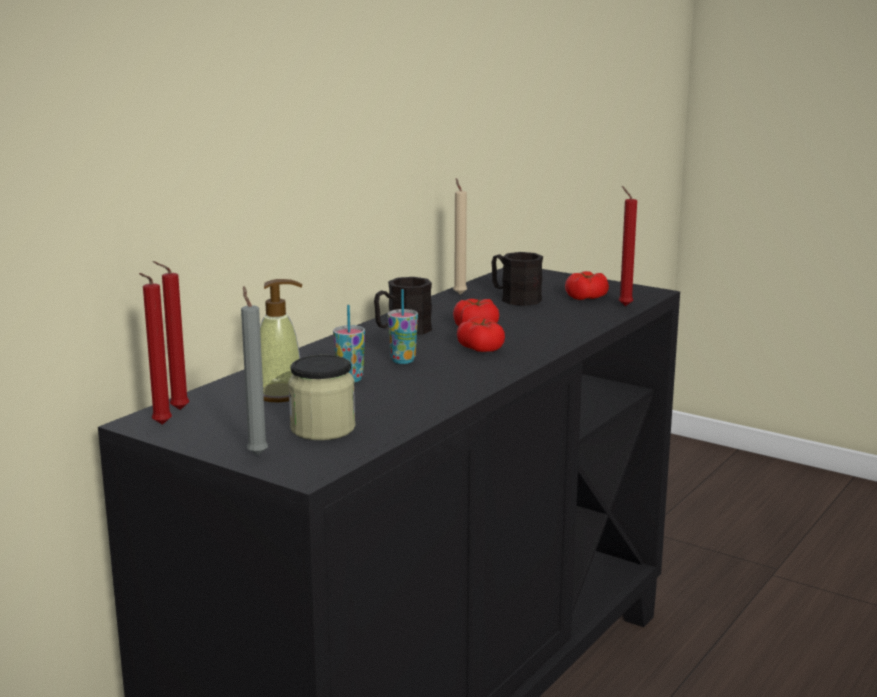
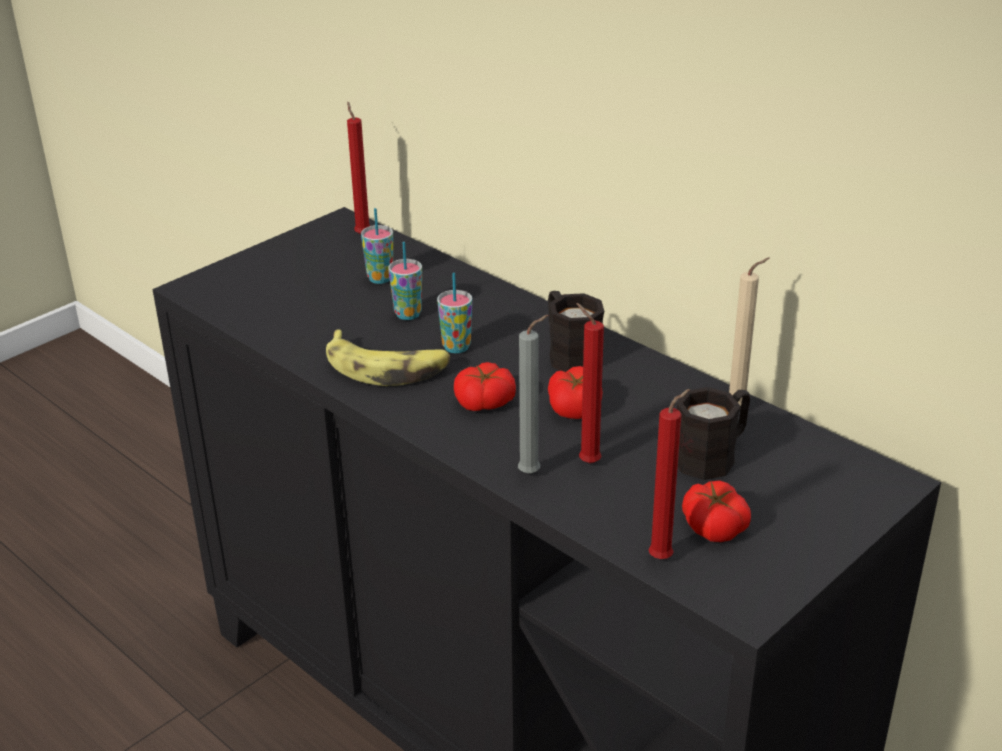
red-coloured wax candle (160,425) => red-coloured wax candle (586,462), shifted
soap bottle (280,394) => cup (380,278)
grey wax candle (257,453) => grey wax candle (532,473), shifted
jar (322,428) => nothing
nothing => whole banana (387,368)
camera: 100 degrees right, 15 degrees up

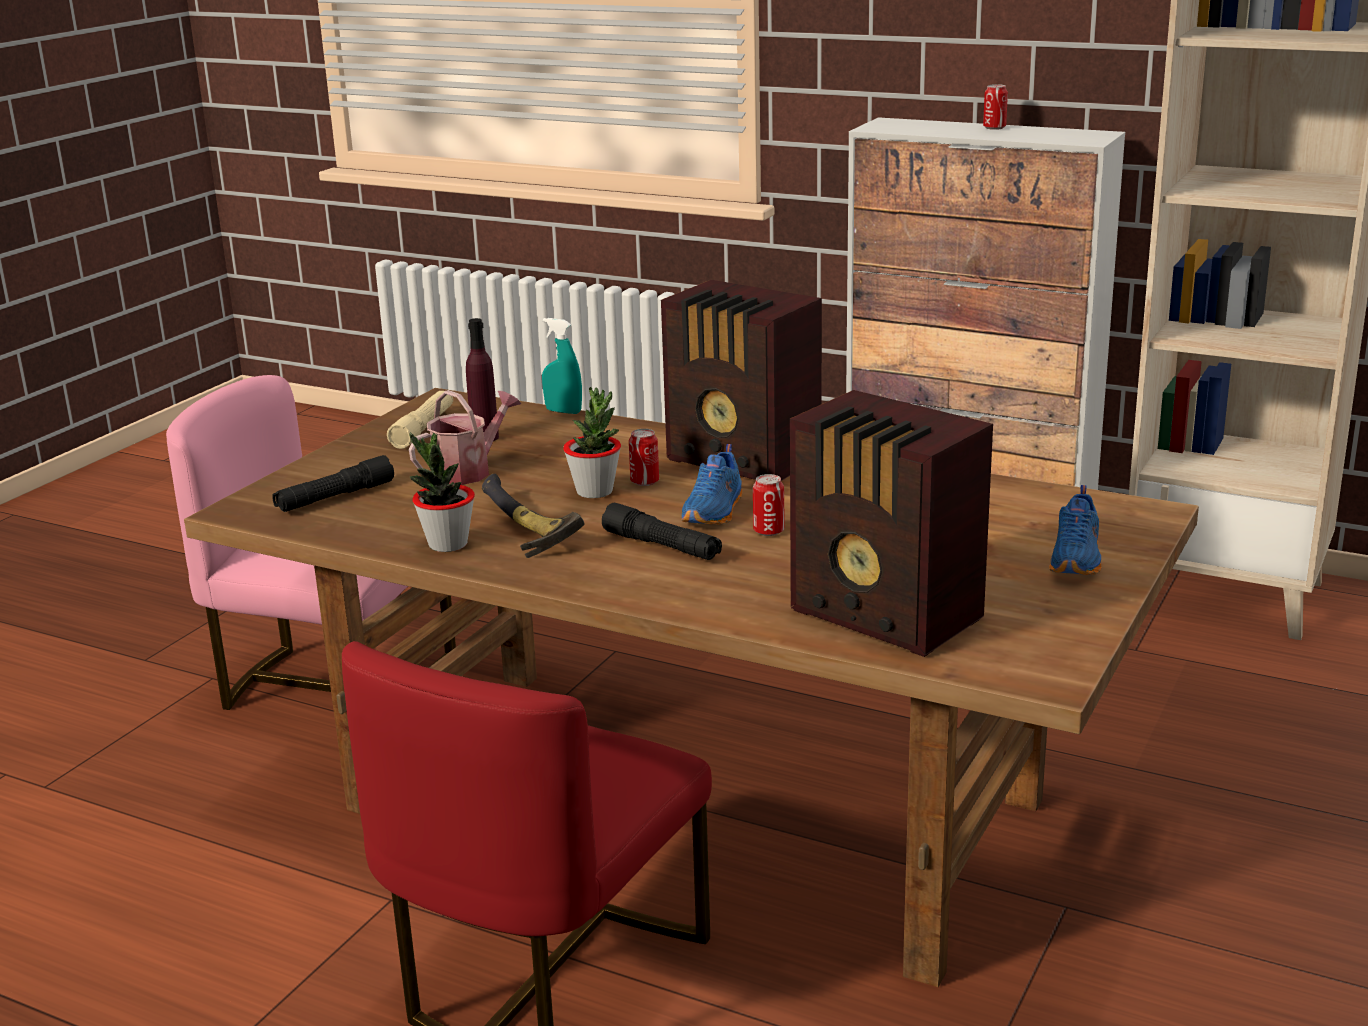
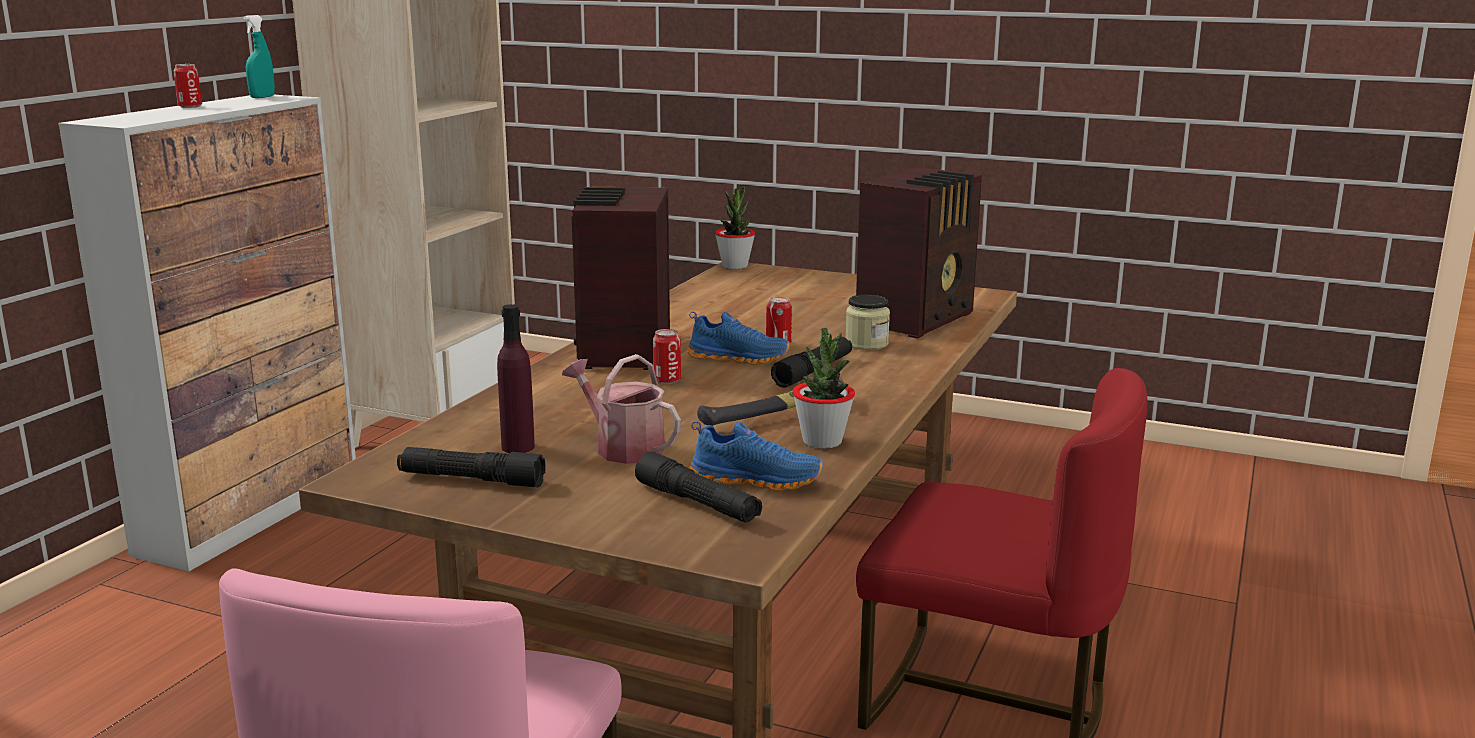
radio set (744,461) => radio set (622,351), 150 degrees clockwise
blue-green sprayer (563,411) => blue-green sprayer (262,97), shifted
plant in a pot (595,491) => plant in a pot (735,266), shifted
beige-coloured flashlight (423,429) => blackish flashlight (471,480)
blue-coloured shoe (1077,559) => blue-coloured shoe (756,480), shifted
nothing => jar (866,344)
camera: 95 degrees left, 5 degrees down

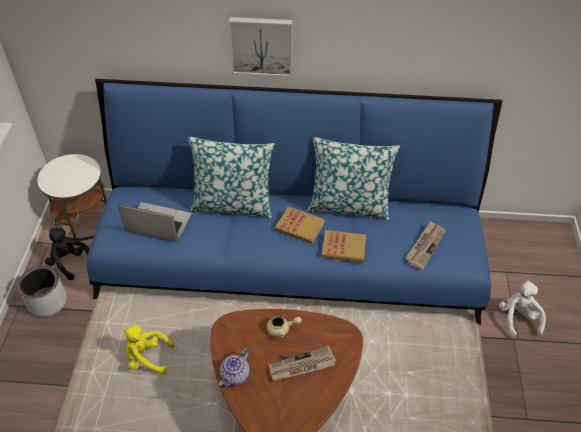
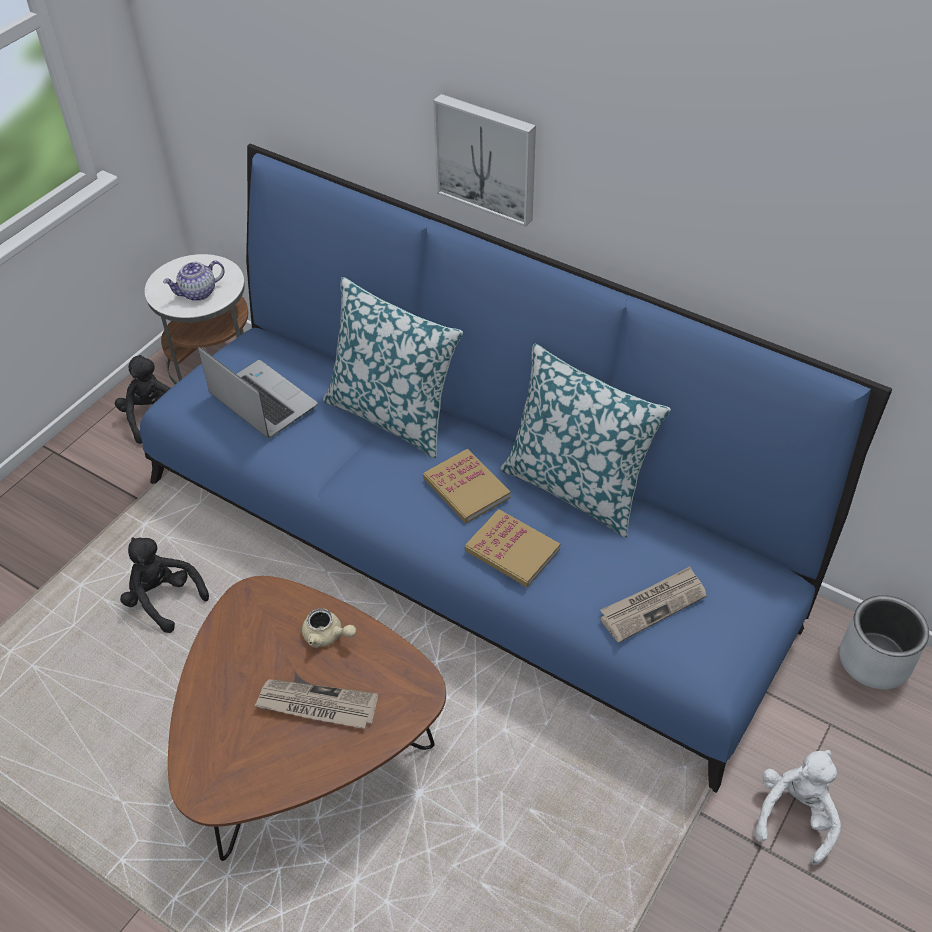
grey plant pot (48,301) => grey plant pot (875,660), shifted
yellow-coloured plush toy (147,358) => blackish plush toy (163,599)
pot for tea (235,376) => pot for tea (198,293), shifted
camera: 30 degrees right, 0 degrees up

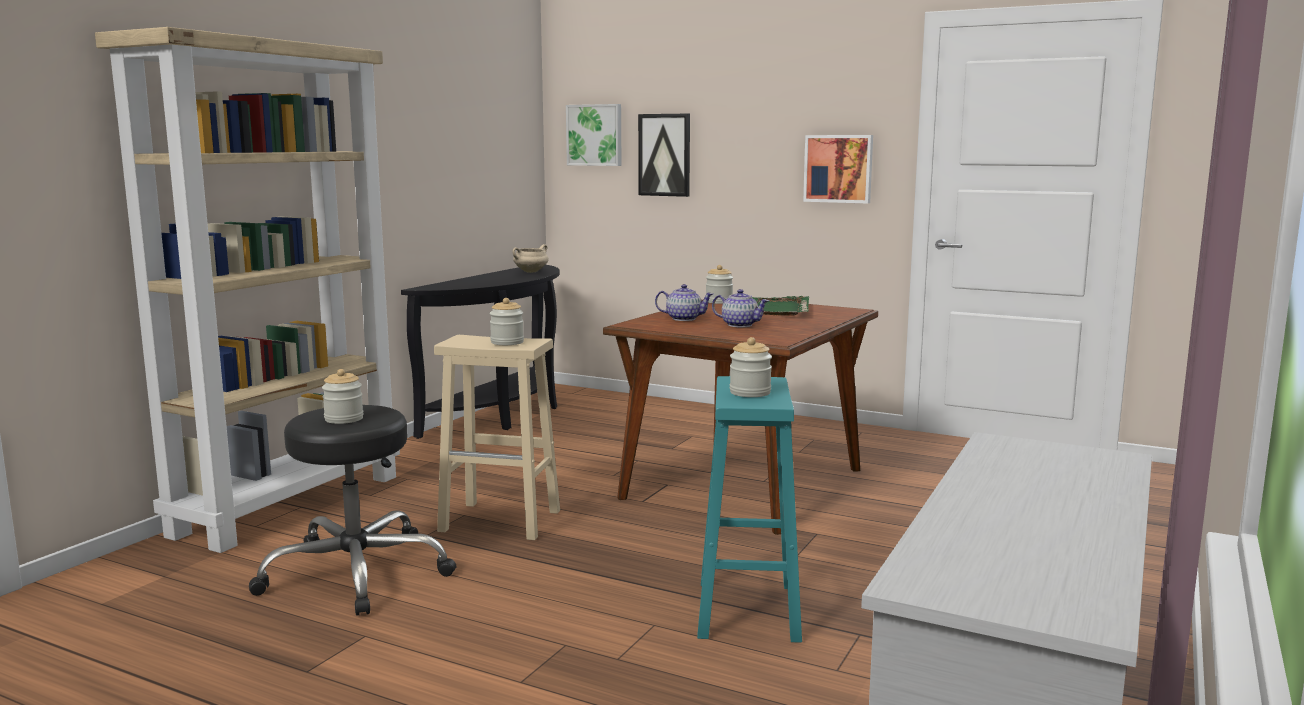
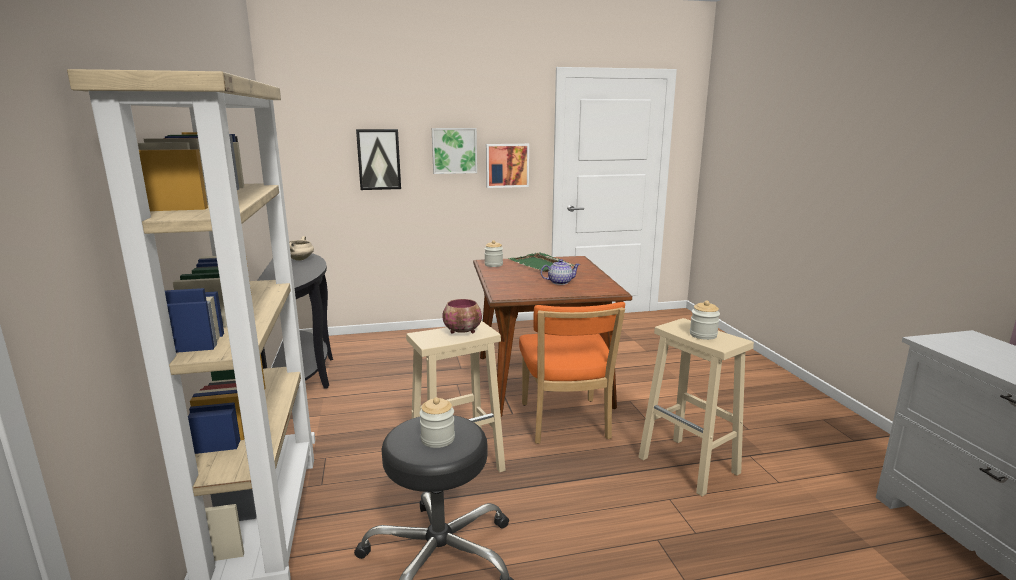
picture (595,135) => picture (454,150), shifted
pot for tea (683,318) => nothing
jar (507,342) => serving bowl (463,332)
blue-green sitting stool (748,611) => beige-coloured sitting stool (690,466)
nothing => orange upright chair (565,423)
camera: 40 degrees left, 5 degrees up

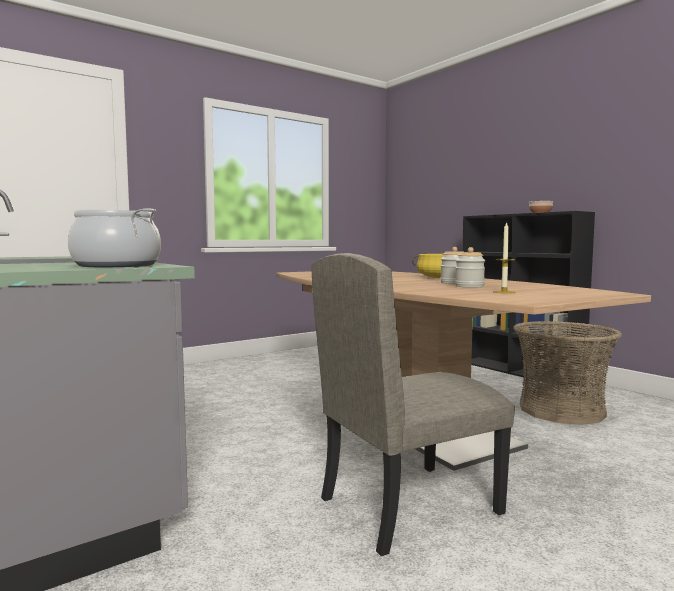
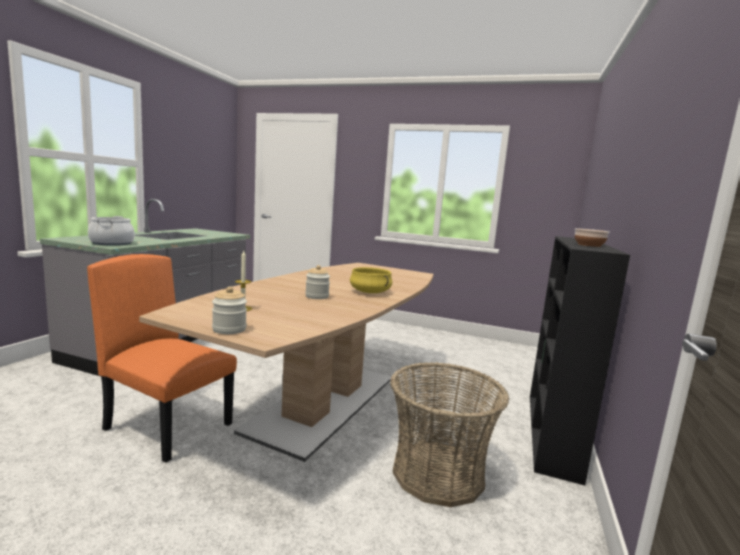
jar (469,286) => jar (229,329), shifted
beige-coloured upright chair (408,505) => orange upright chair (169,426)
camera: 55 degrees right, 5 degrees up

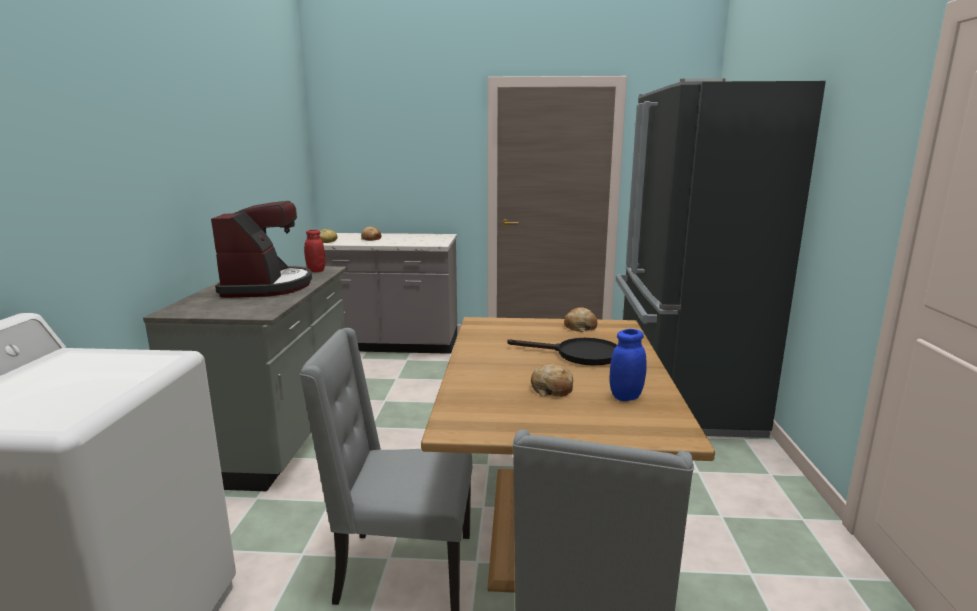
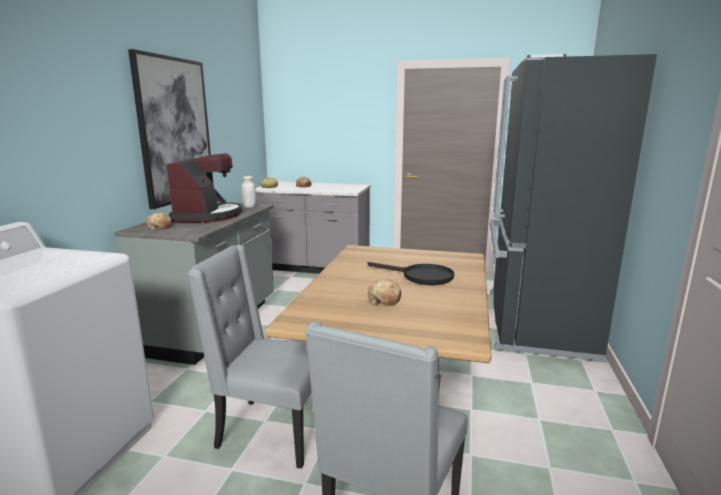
red-coloured jar (316,271) => white jar (249,206)
baked bread (580,327) => baked bread (160,227), shifted
blue-coloured jar (626,396) => nothing
nothing => picture (175,131)
camera: 10 degrees right, 0 degrees up

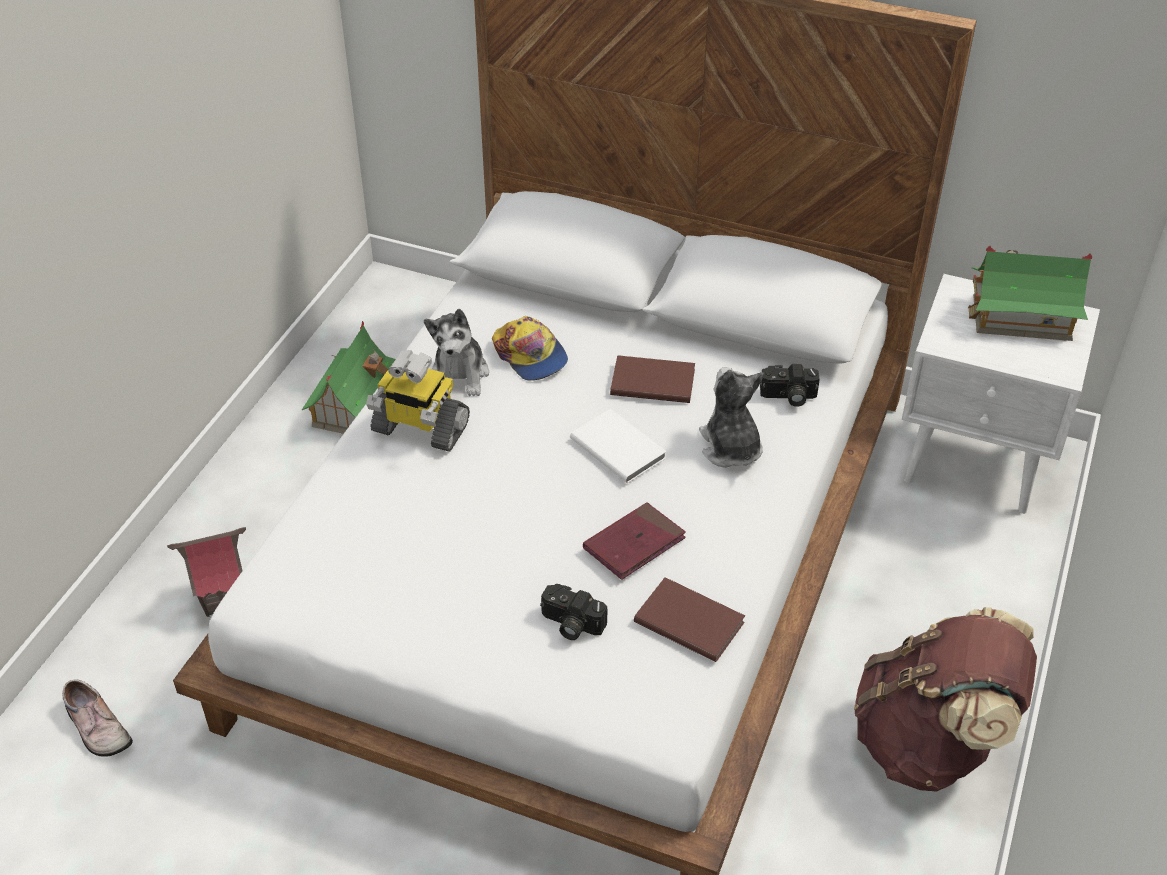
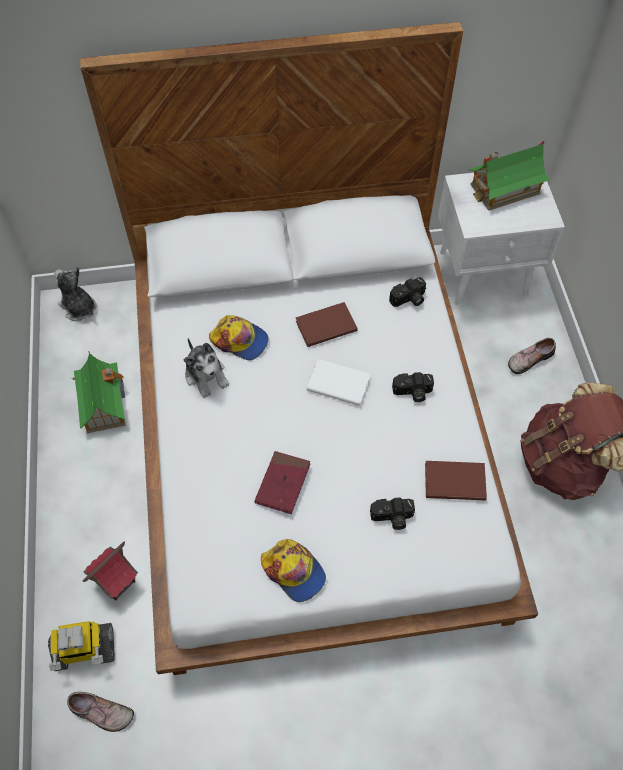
toy robot (419,428) => toy robot (84,650), shifted
plush toy (730,448) => plush toy (79,308), shifted
red-coloured book (634,544) => red-coloured book (283,483), shifted
nothing => shoe (529,358)
nothing => photo camera (412,393)
nothing => peaked cap (294,571)
camera: 30 degrees left, 15 degrees up

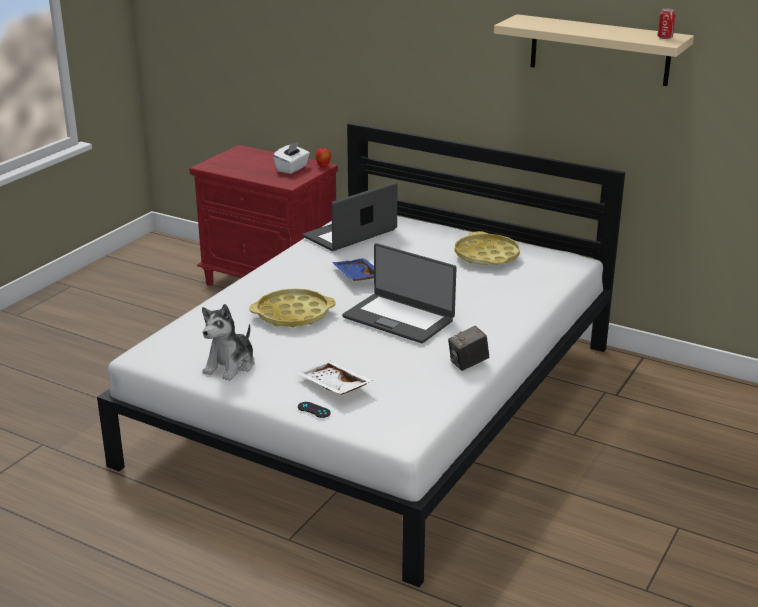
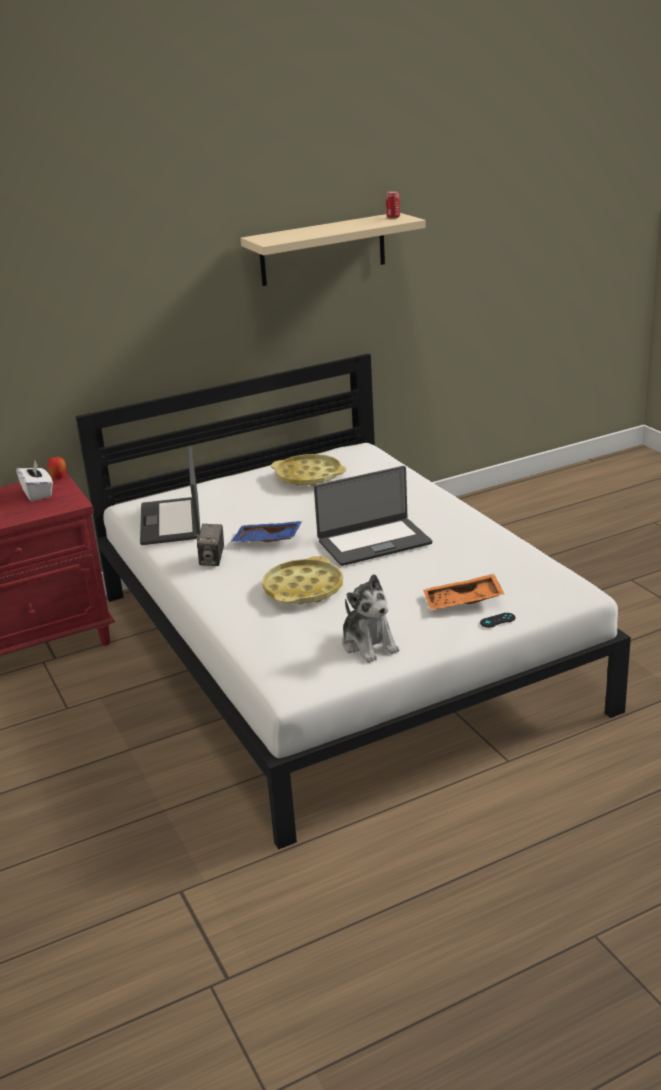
photo camera (468,364) => photo camera (212,560), shifted
white tray (333,387) => orange tray (463,602)
camera: 55 degrees left, 0 degrees up

